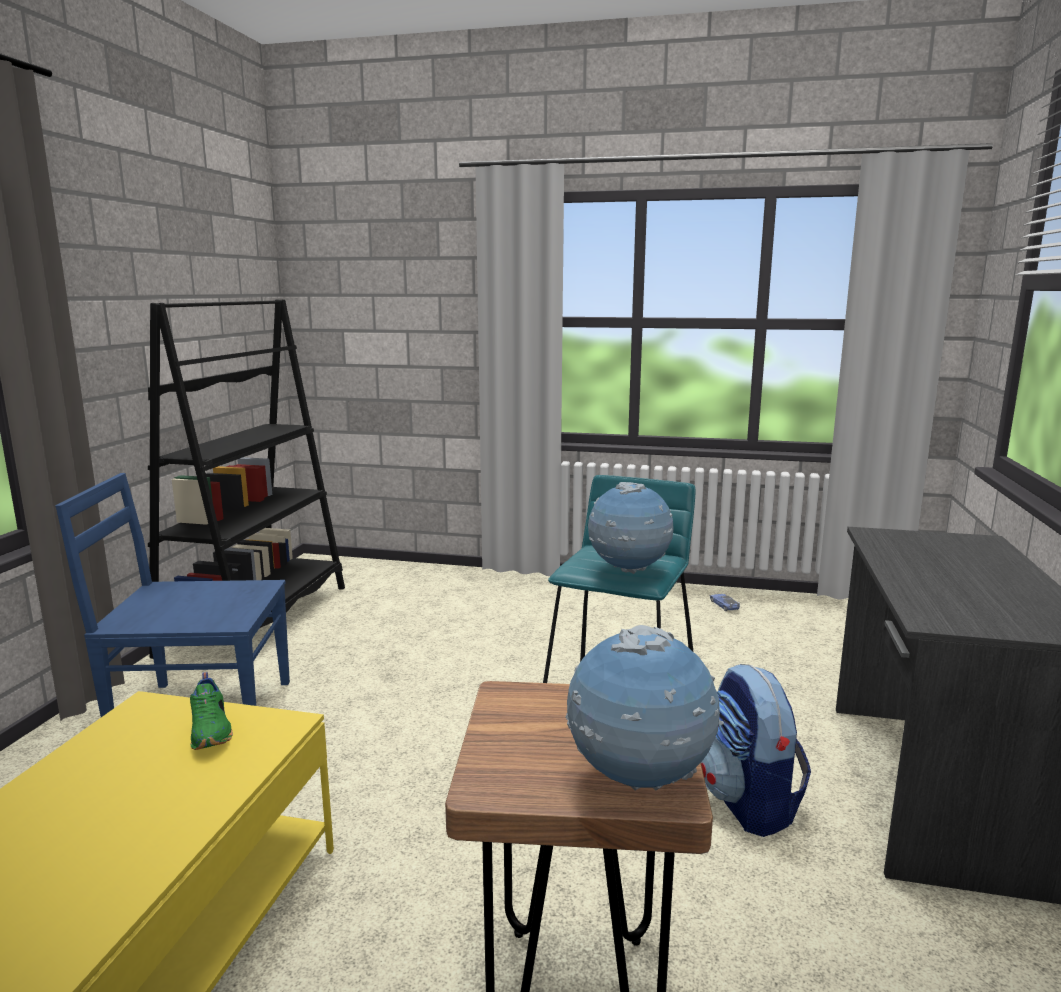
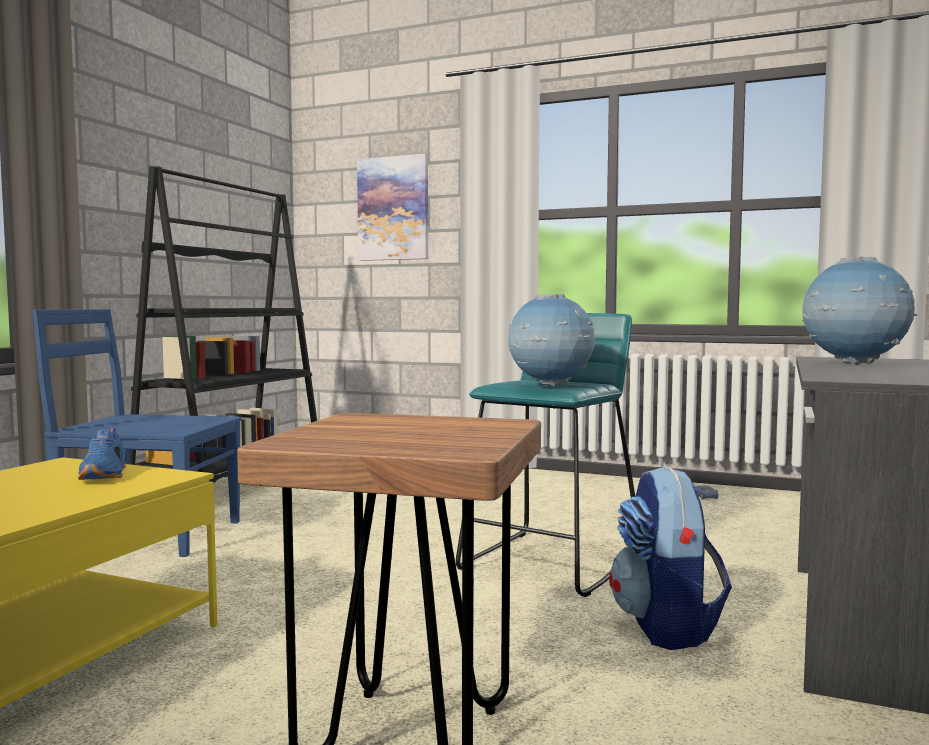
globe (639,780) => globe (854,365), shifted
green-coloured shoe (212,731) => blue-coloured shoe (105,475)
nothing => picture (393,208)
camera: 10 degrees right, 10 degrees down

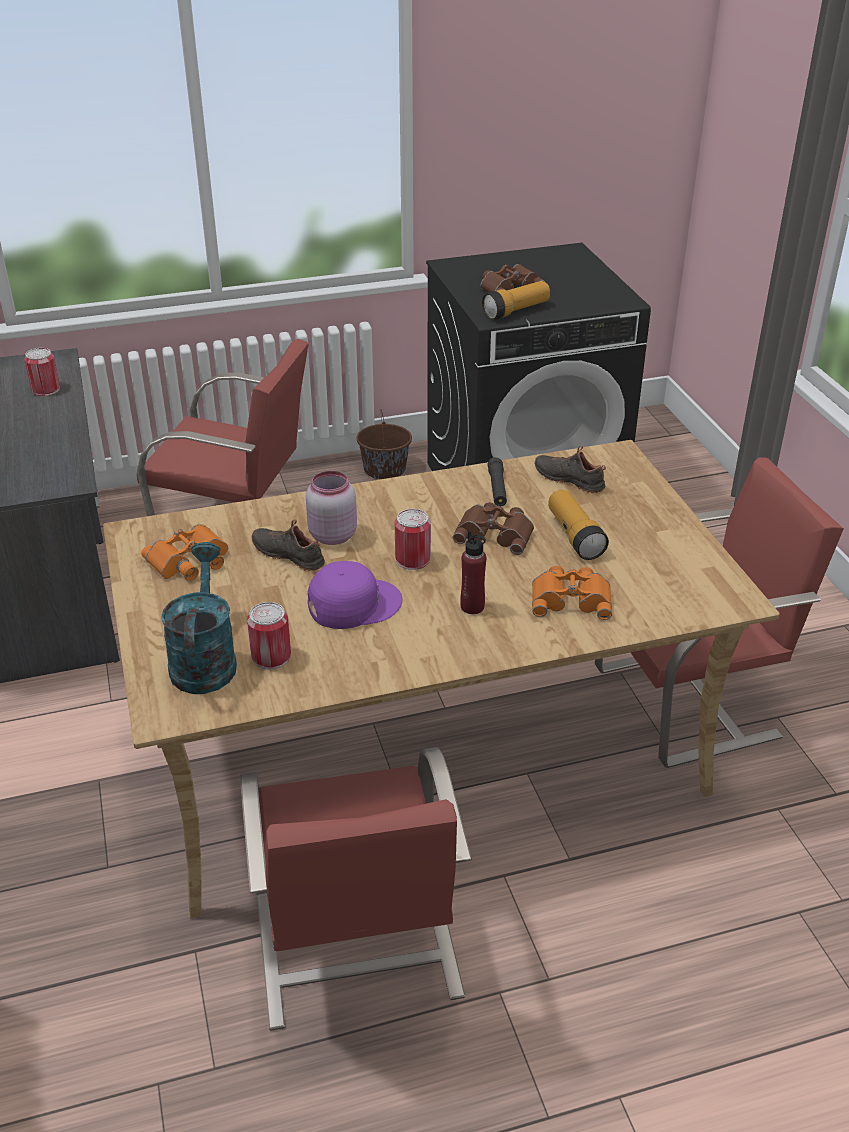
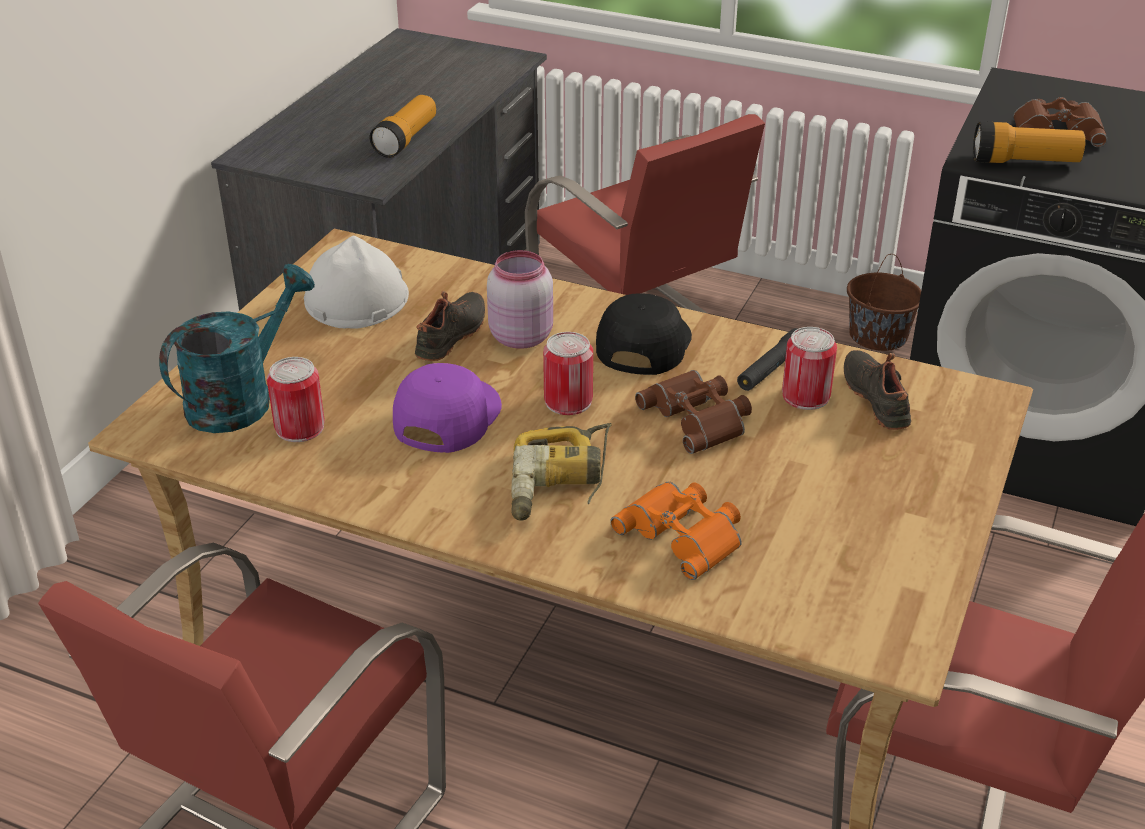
can (46,389) => can (806,396), shifted
flashlight (574,536) => flashlight (406,139), shifted
blackish shoe (289,554) => blackish shoe (453,336), 45 degrees clockwise
orange pair of binoculars (190,561) => white hard hat (356,298)
red-coloured drink bottle (472,606) => electric drill (560,483)
purple-coloured peaked cap (353,603) => purple-coloured peaked cap (445,416), 90 degrees counterclockwise
nothing => blackish peaked cap (642,343)
camera: 40 degrees right, 0 degrees up

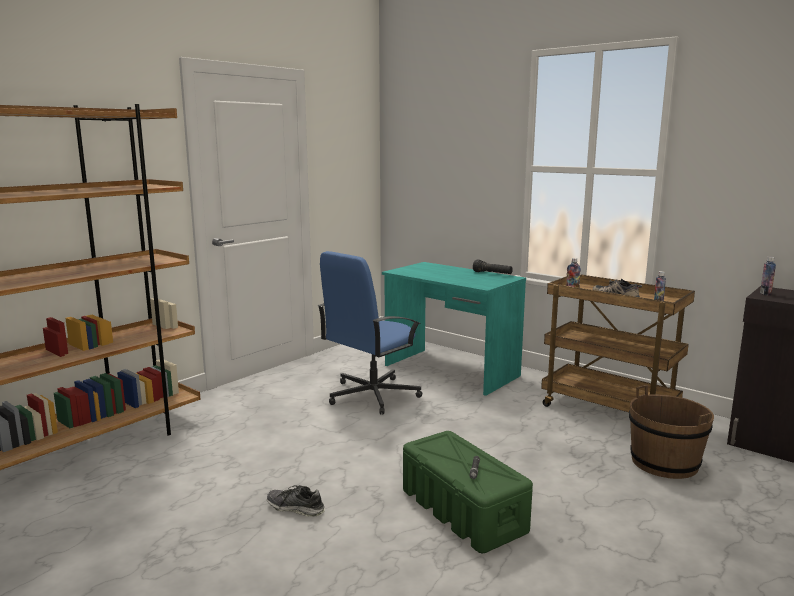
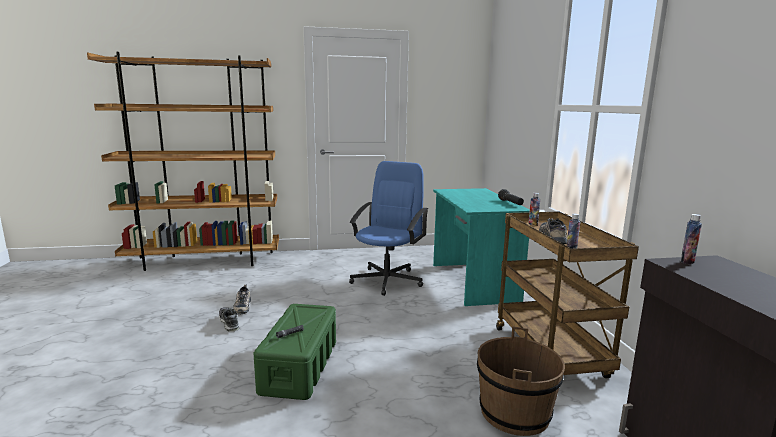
blue-coloured computer chair (371,395) => blue-coloured computer chair (387,280), 120 degrees clockwise
nothing => shoe (242,306)
camera: 40 degrees right, 0 degrees up

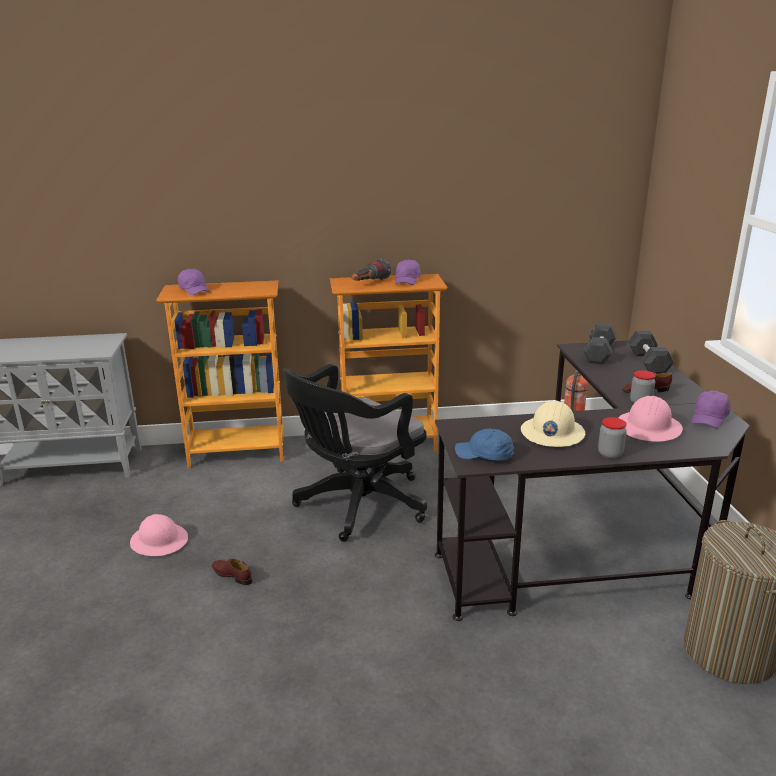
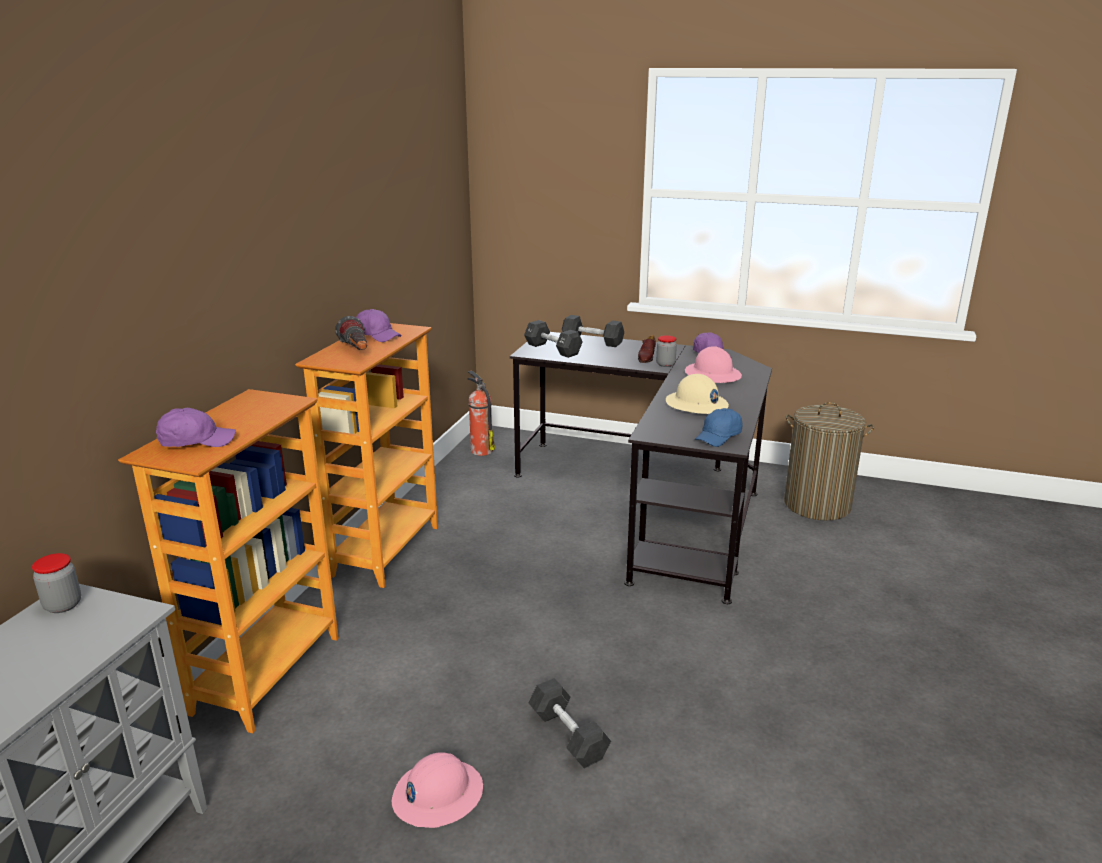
blackish computer chair (356,506) => nothing
jar (610,454) => jar (63,605), shifted
brown shoe (232,575) => blackish dumbbell (568,735)
camera: 65 degrees left, 0 degrees up

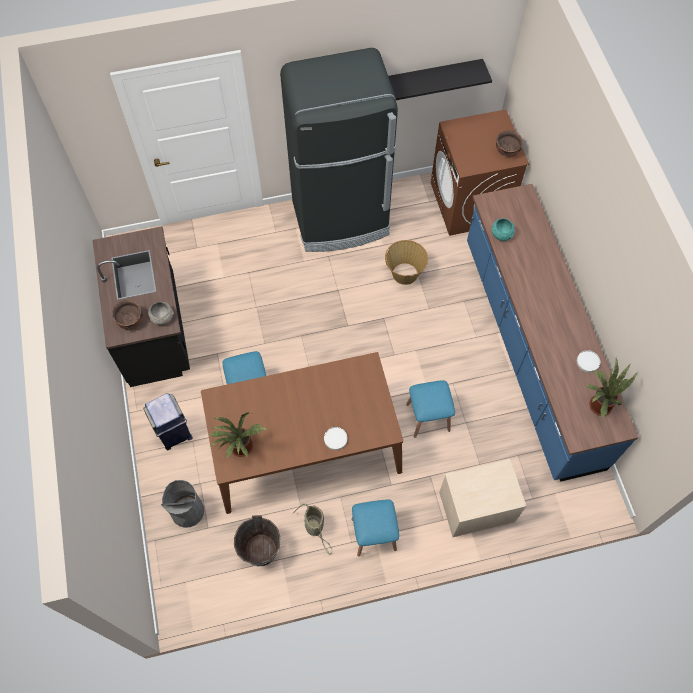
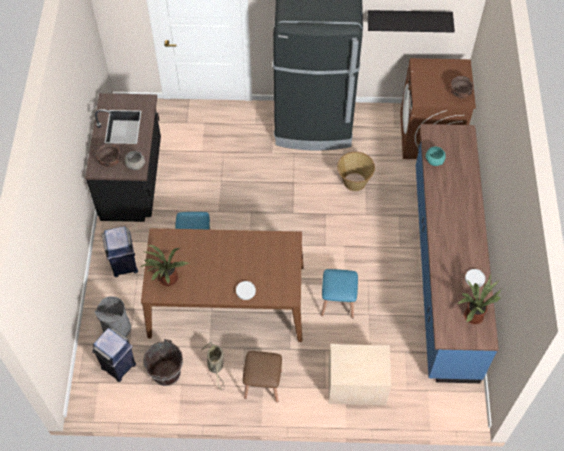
blue-coloured sitting stool (374,534) => brown sitting stool (263,384)
nothing => blue-coloured trash can (119,366)
camera: 15 degrees right, 5 degrees down

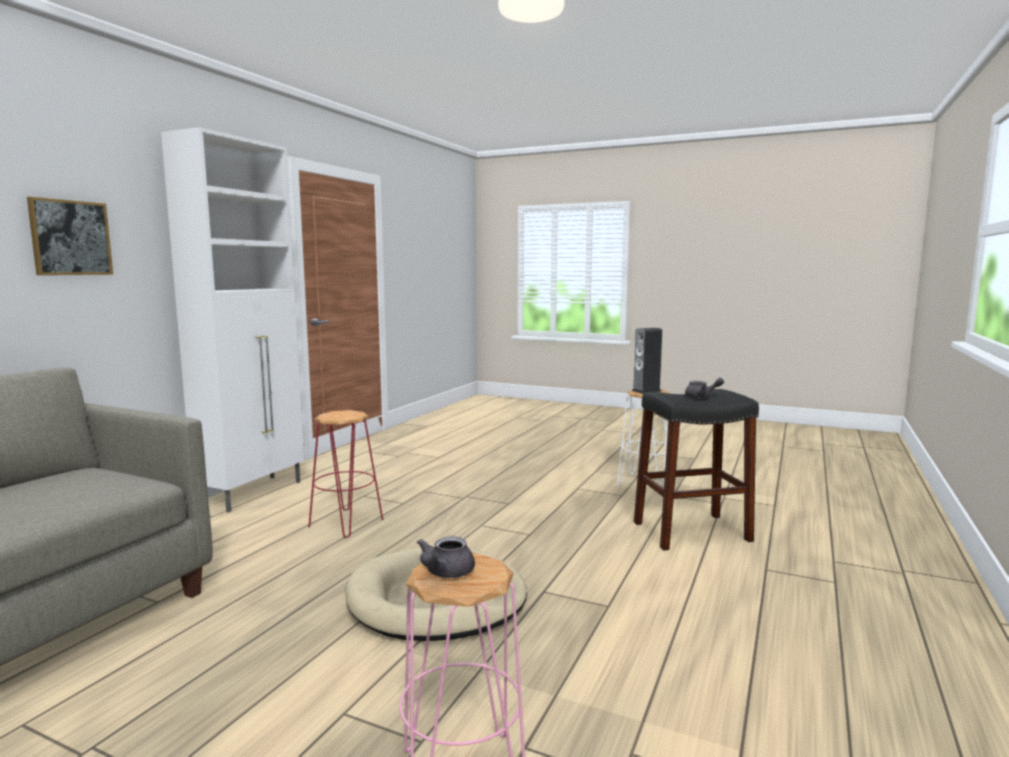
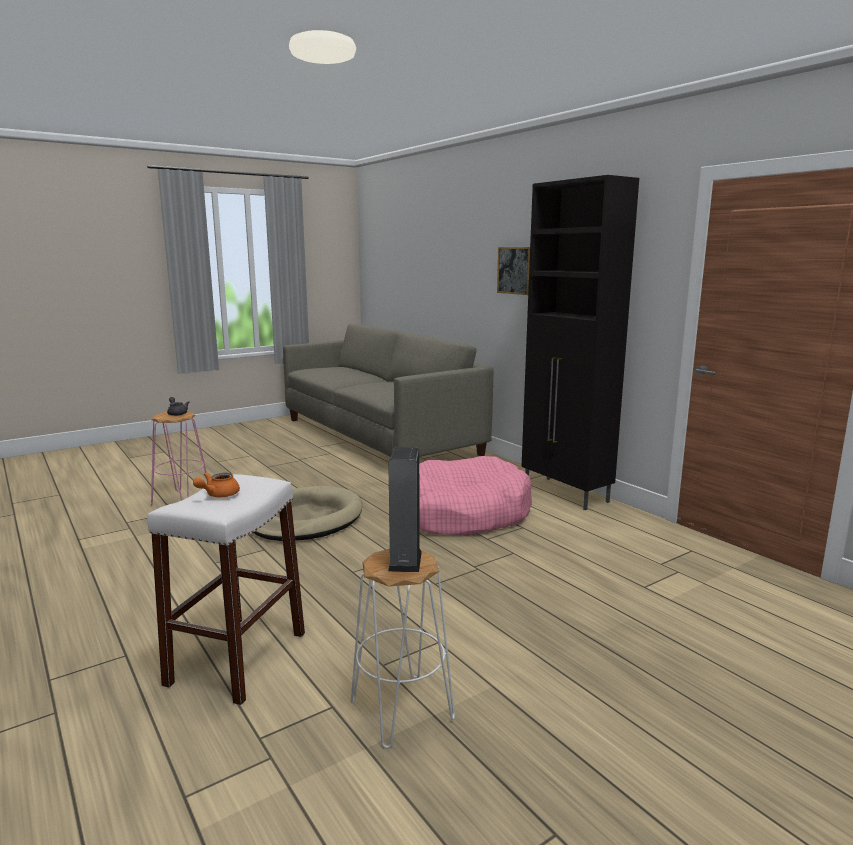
white storage cabinet (254,493) => blackish storage cabinet (566,494)
grey pot for tea (701,396) => orange pot for tea (218,495)
blackish sitting stool (691,531) => white sitting stool (237,658)
red-coloured sitting stool (345,523) => pink pet bed (462,513)
camera: 120 degrees right, 5 degrees up

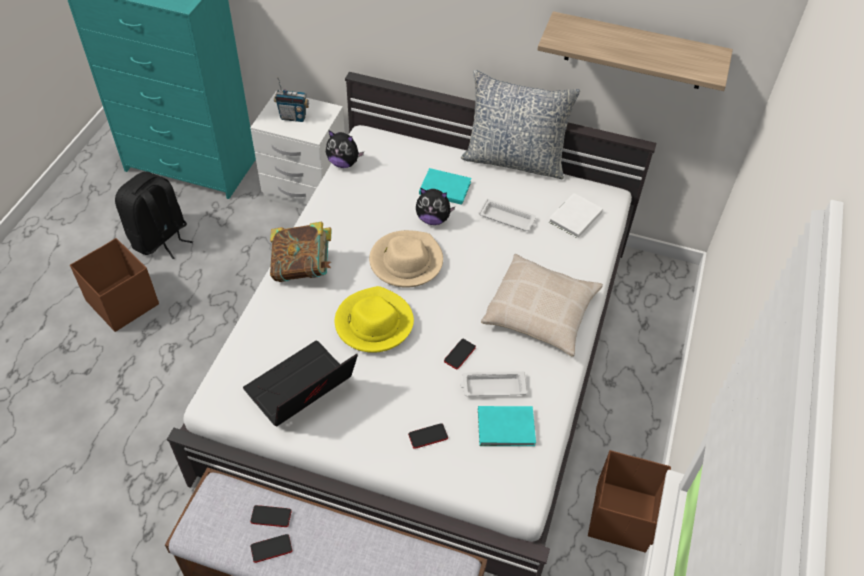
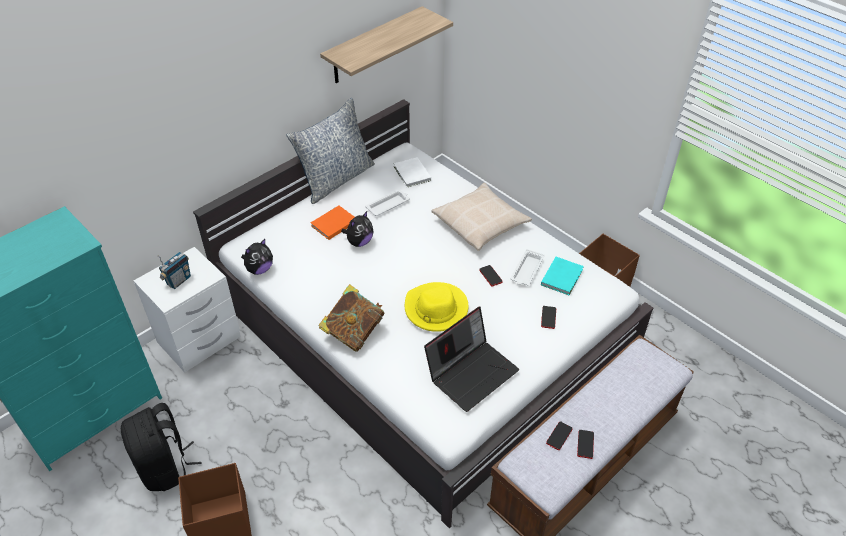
blue-green book (444,187) => orange book (332,224)
beige-coloured hat (406,261) => nothing
notebook computer (301,390) => notebook computer (472,372), 120 degrees counterclockwise
camera: 60 degrees left, 5 degrees down

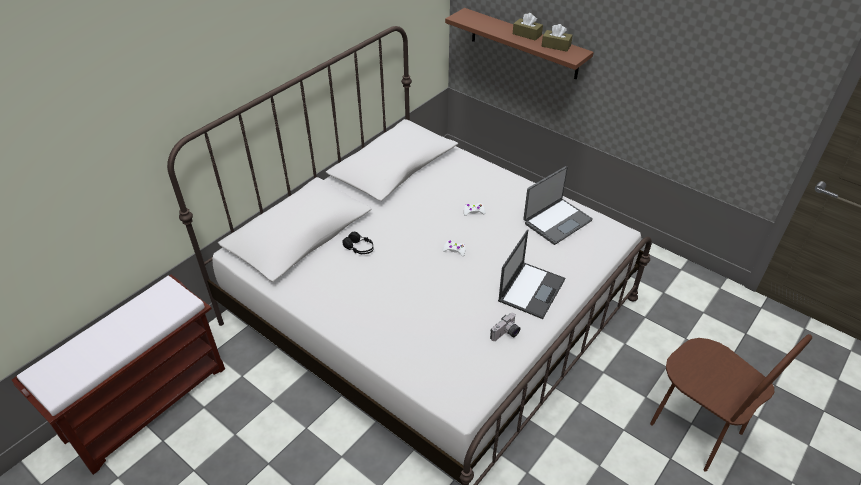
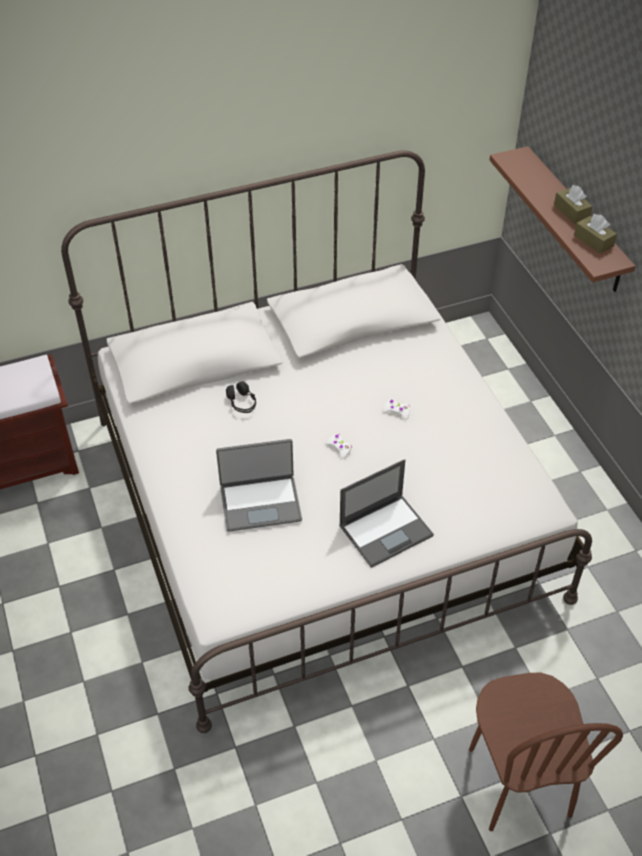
notebook computer (556,221) => notebook computer (260,502), shifted
photo camera (506,334) => nothing
camera: 30 degrees right, 5 degrees up

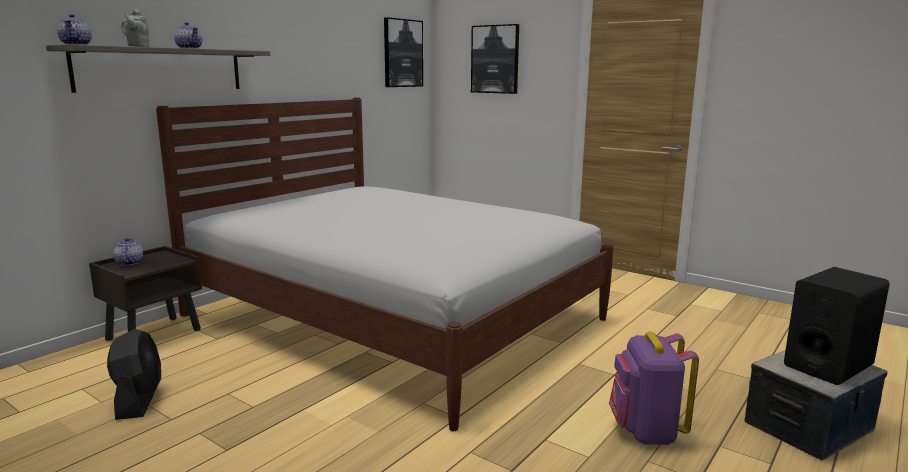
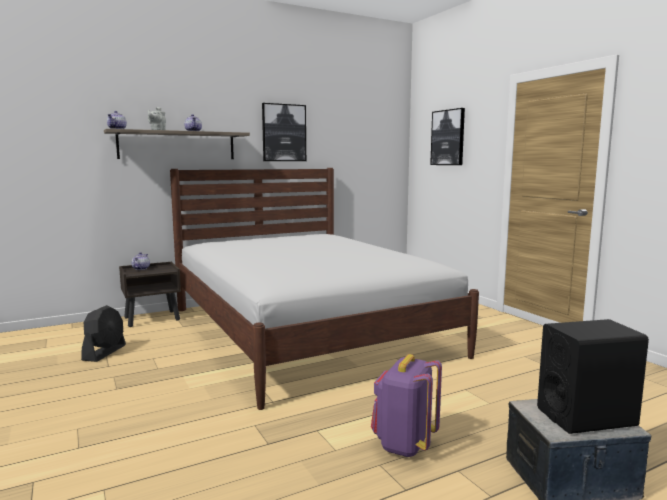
picture (402,53) => picture (284,133), shifted
camera: 25 degrees right, 5 degrees down

